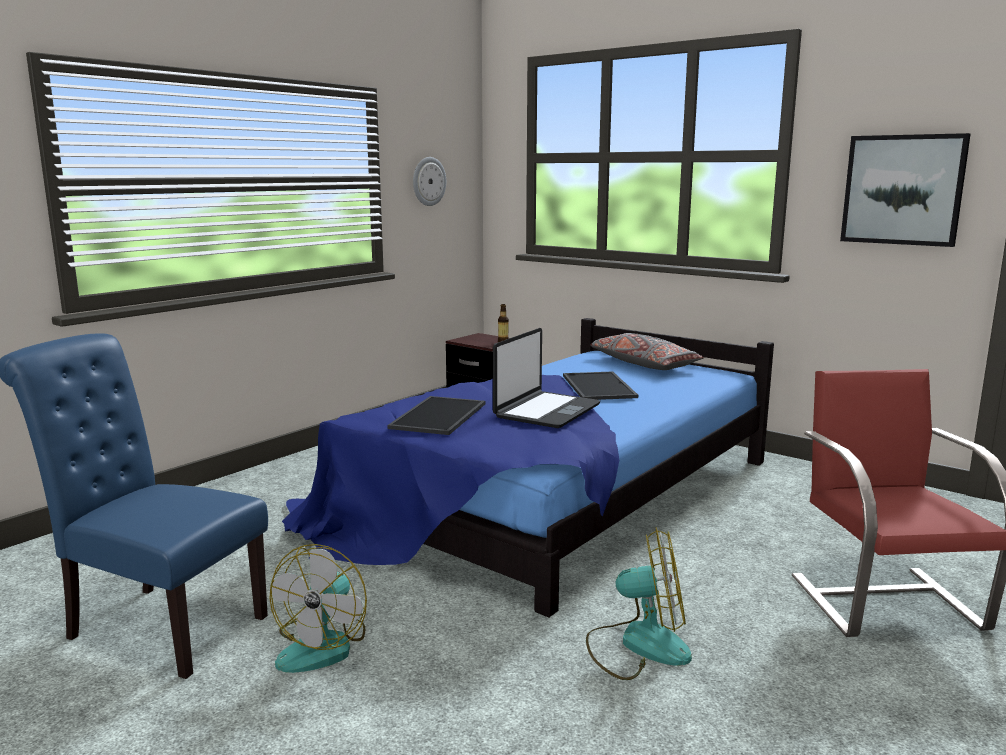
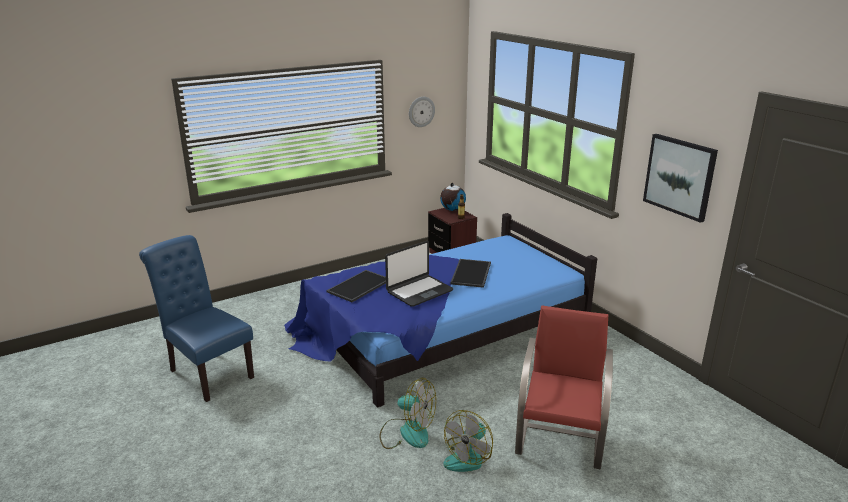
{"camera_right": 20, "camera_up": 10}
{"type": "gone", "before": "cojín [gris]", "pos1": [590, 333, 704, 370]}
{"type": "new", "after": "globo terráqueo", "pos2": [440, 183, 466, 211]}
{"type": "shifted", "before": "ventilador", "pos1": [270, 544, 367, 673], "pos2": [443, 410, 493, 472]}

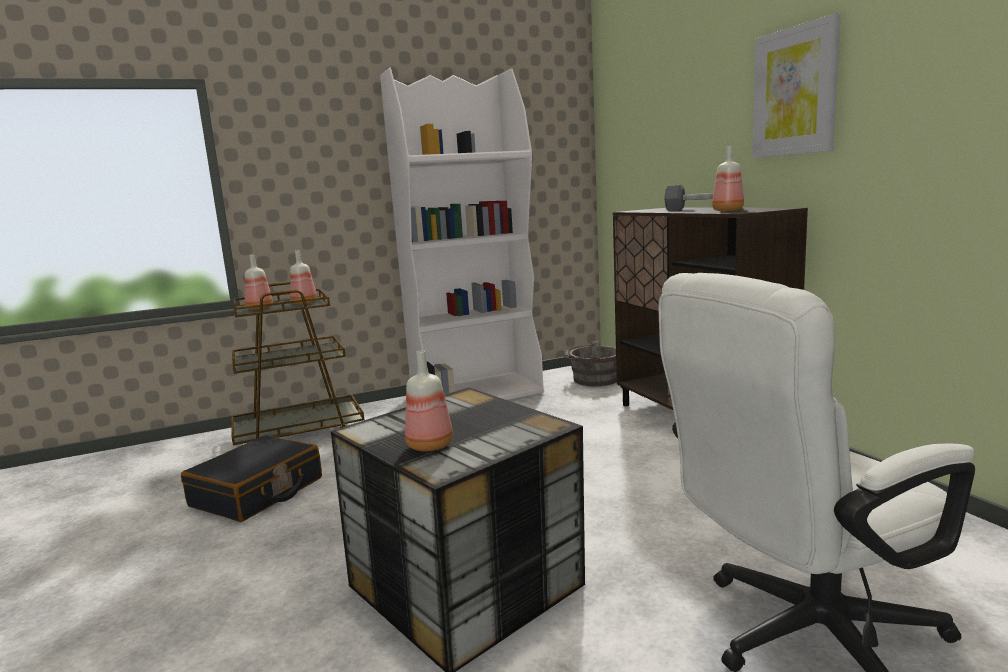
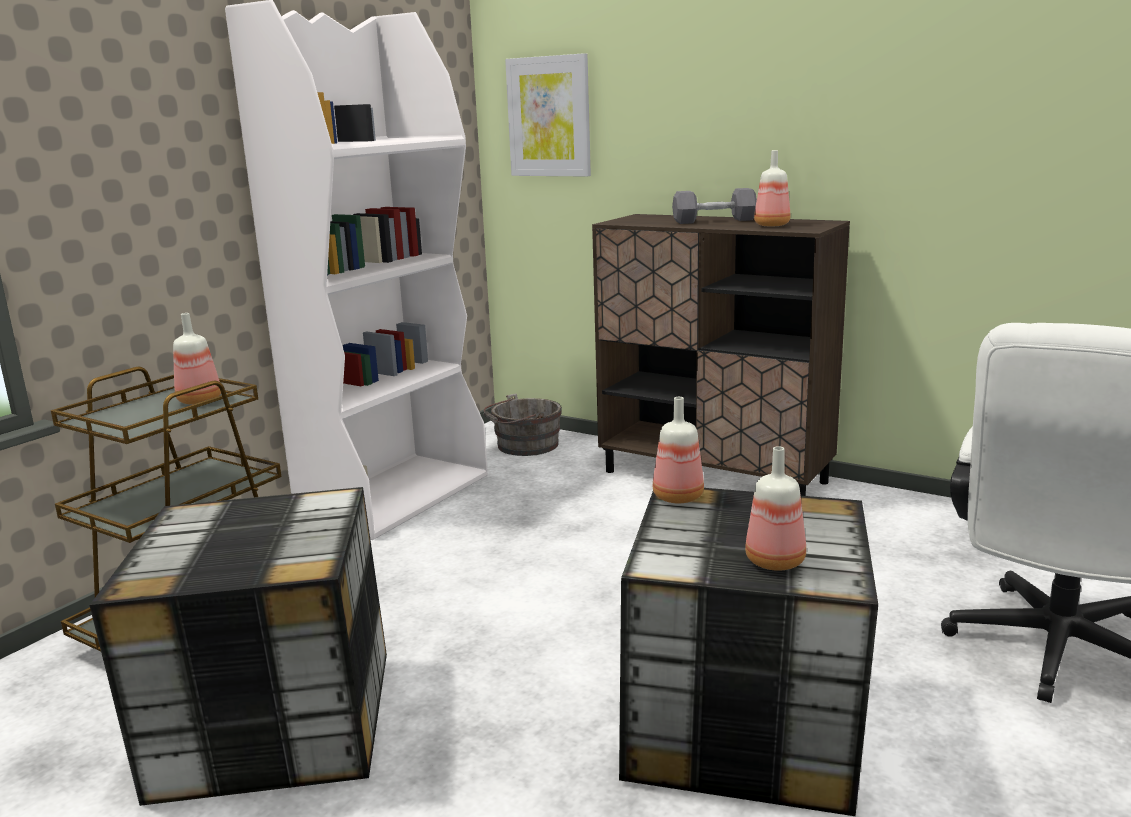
{"camera_right": -35, "camera_up": 5}
{"type": "shifted", "before": "botella", "pos1": [245, 255, 273, 310], "pos2": [653, 397, 704, 503]}
{"type": "shifted", "before": "cuadro", "pos1": [752, 13, 841, 158], "pos2": [505, 53, 591, 177]}
{"type": "swapped", "before": "maleta [negro]", "after": "caja de almacenaje", "pos1": [181, 435, 322, 522], "pos2": [90, 487, 387, 806]}

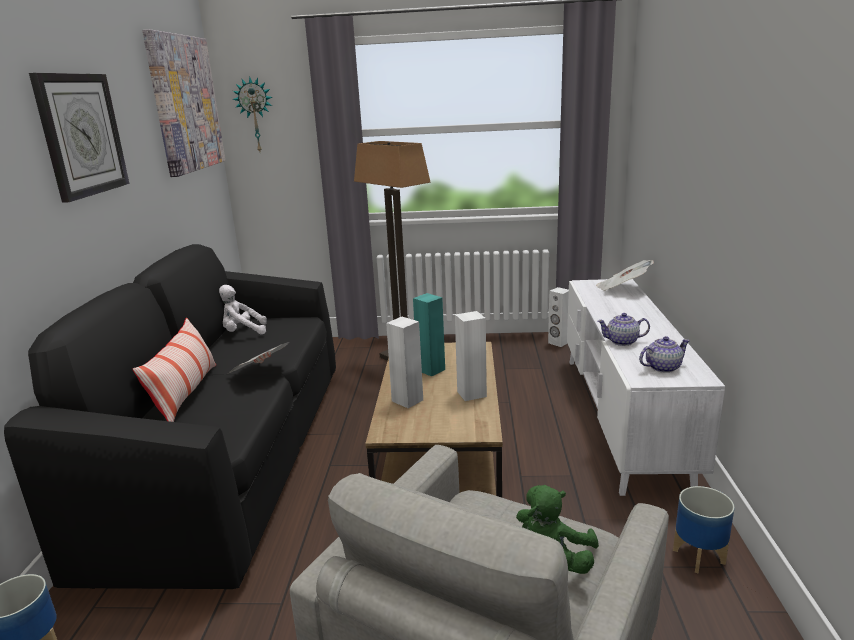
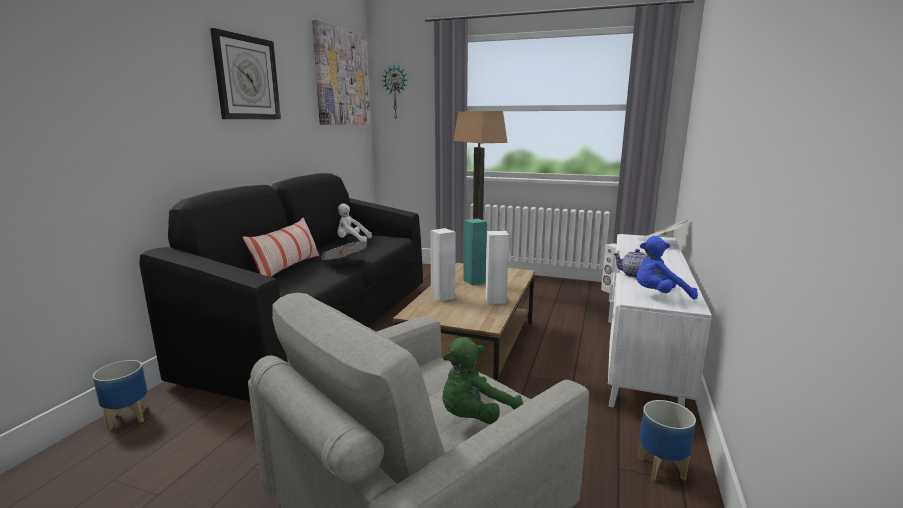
{"camera_right": 15, "camera_up": -5}
{"type": "swapped", "before": "tetera", "after": "peluche [azul]", "pos1": [639, 336, 690, 373], "pos2": [636, 236, 698, 299]}

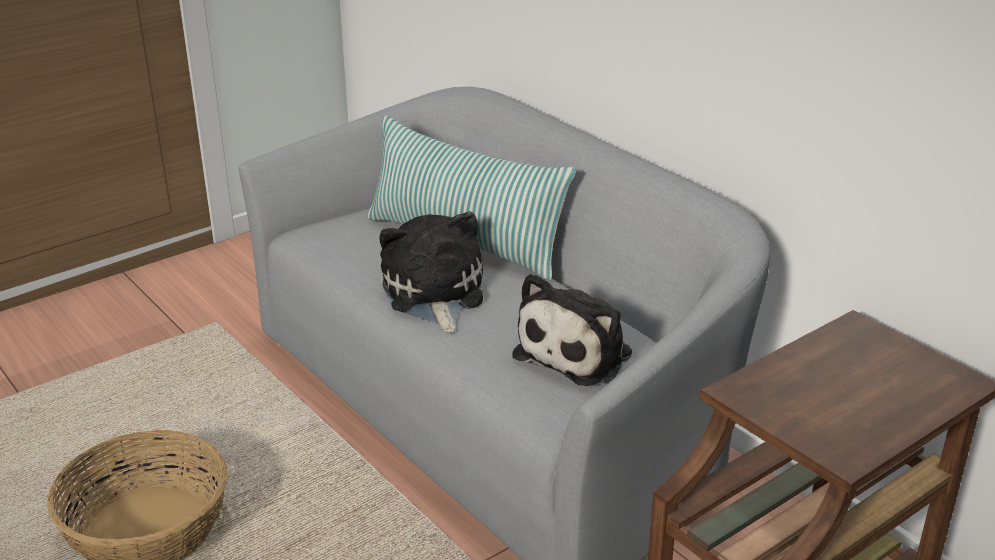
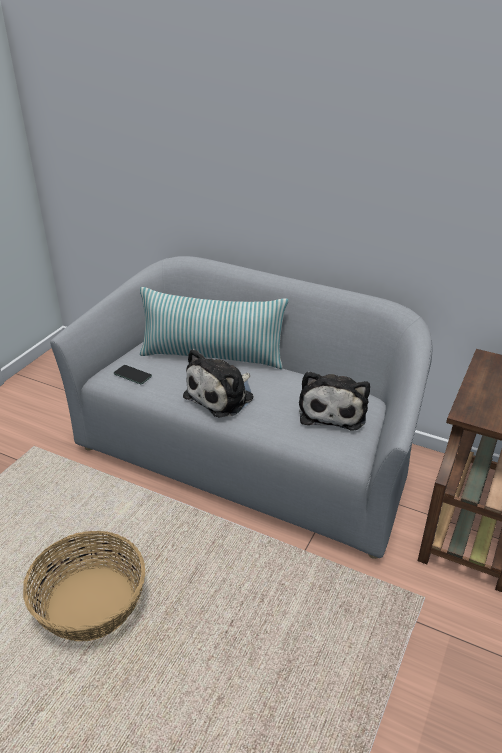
{"camera_right": -25, "camera_up": 5}
{"type": "new", "after": "móvil", "pos2": [114, 365, 152, 384]}
{"type": "rotated", "before": "peluche", "pos1": [379, 211, 483, 333], "pos2": [183, 349, 254, 418], "turn": -105}

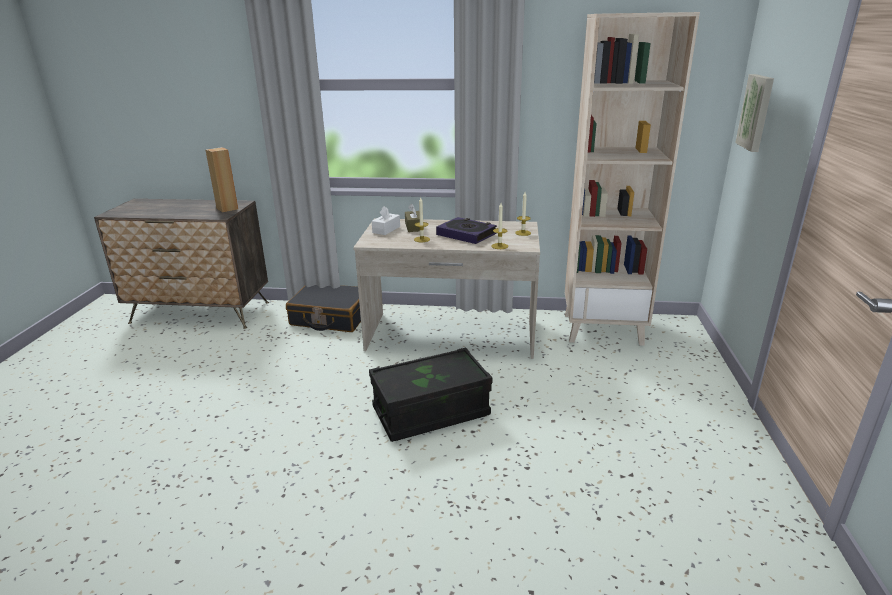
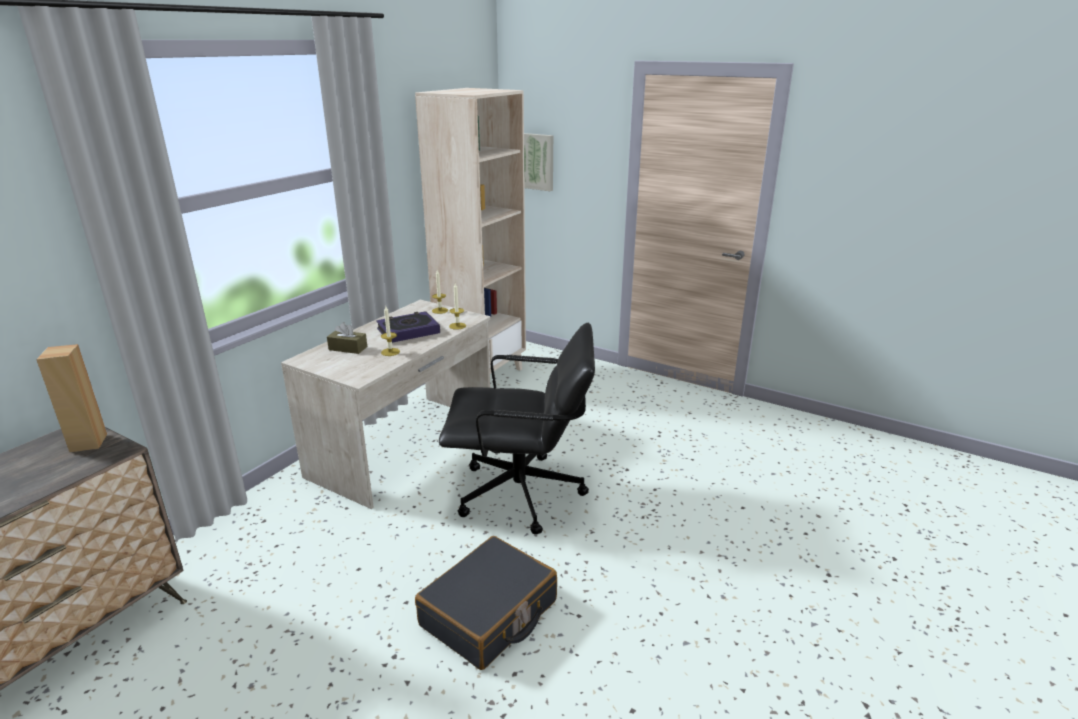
{"camera_right": -65, "camera_up": 0}
{"type": "gone", "before": "caja de pañuelos [blanco]", "pos1": [372, 206, 400, 235]}
{"type": "shifted", "before": "maleta [negro]", "pos1": [286, 285, 361, 332], "pos2": [415, 536, 557, 670]}
{"type": "swapped", "before": "caja de almacenaje [negro]", "after": "silla de oficina [negro]", "pos1": [369, 347, 492, 442], "pos2": [439, 323, 595, 535]}

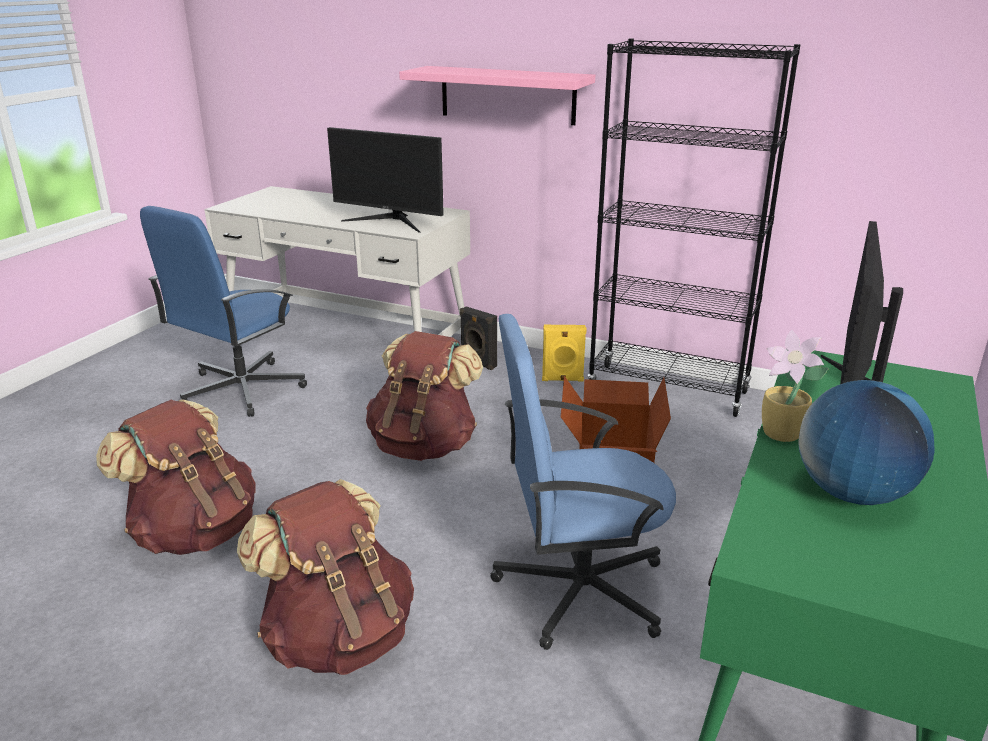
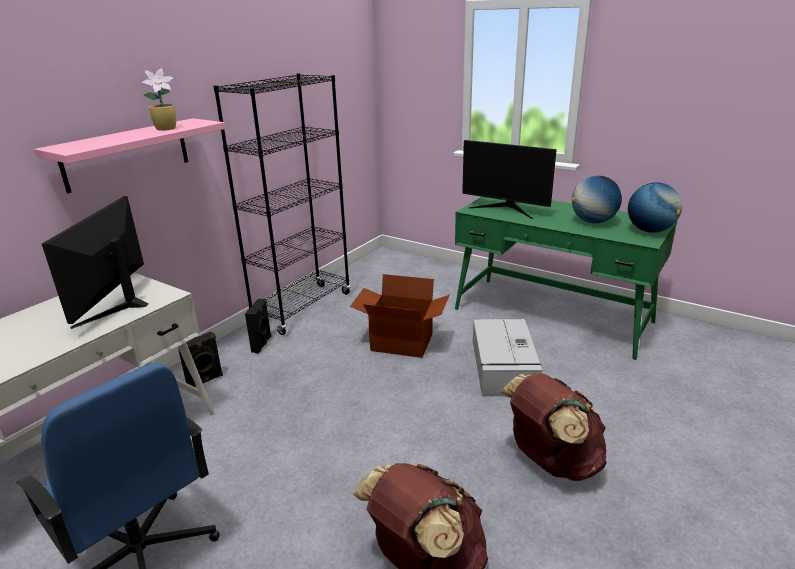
{"camera_right": -80, "camera_up": 0}
{"type": "gone", "before": "mochila [marrón]", "pos1": [366, 331, 483, 461]}
{"type": "new", "after": "globo terráqueo", "pos2": [628, 182, 682, 233]}
{"type": "shifted", "before": "planta en maceta", "pos1": [762, 330, 829, 442], "pos2": [142, 69, 176, 131]}
{"type": "swapped", "before": "silla de oficina [azul]", "after": "caja de almacenaje [gris]", "pos1": [491, 314, 676, 650], "pos2": [473, 319, 543, 396]}
{"type": "repainted", "before": "altavoz [amarillo]", "after": "altavoz [negro]", "pos1": [542, 325, 587, 382], "pos2": [245, 298, 271, 354]}
{"type": "rotated", "before": "monitor", "pos1": [327, 127, 444, 233], "pos2": [42, 196, 149, 329], "turn": 150}

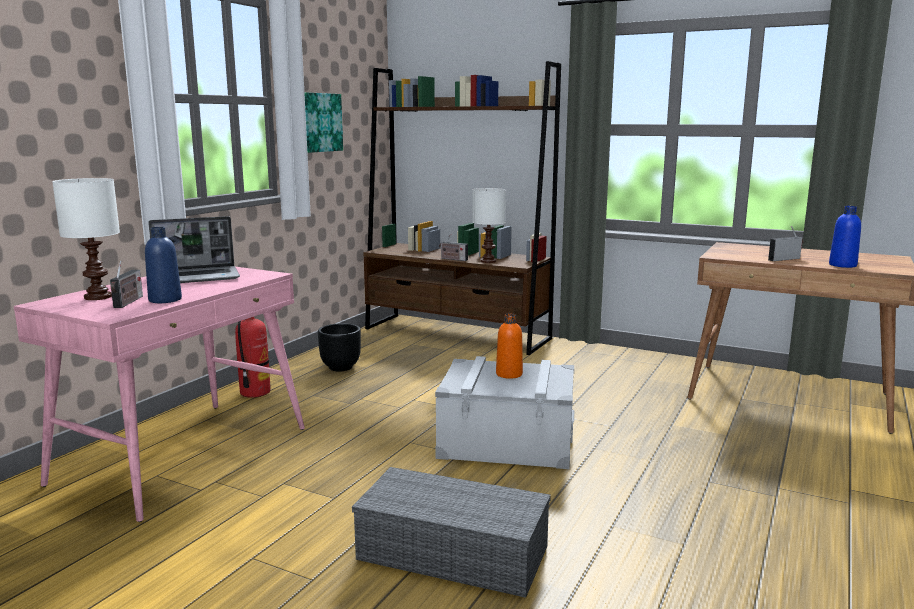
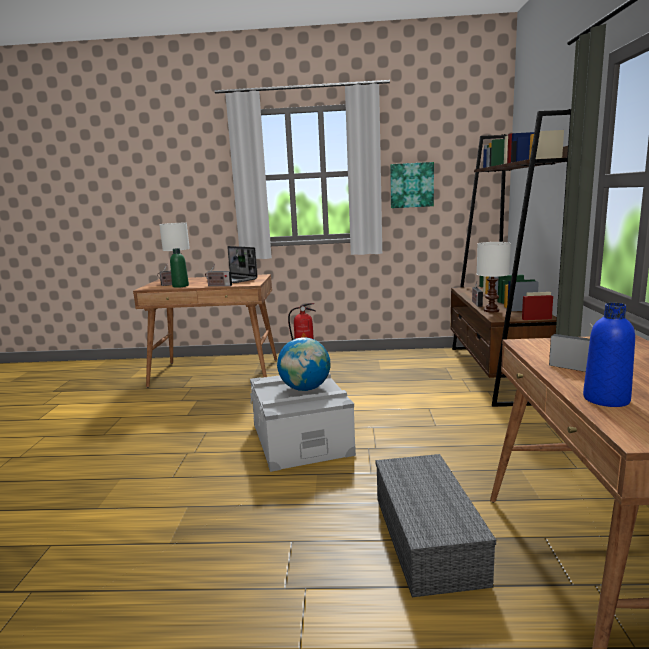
{"camera_right": 65, "camera_up": 0}
{"type": "gone", "before": "maceta [negro]", "pos1": [318, 323, 361, 371]}
{"type": "new", "after": "radio", "pos2": [205, 264, 232, 286]}
{"type": "shifted", "before": "caja de almacenaje [gris]", "pos1": [352, 467, 551, 598], "pos2": [375, 454, 496, 597]}
{"type": "swapped", "before": "botella [naranja]", "after": "globo terráqueo", "pos1": [496, 314, 523, 379], "pos2": [277, 337, 330, 391]}
{"type": "repainted", "before": "escritorio [rosa]", "after": "escritorio [marrón]", "pos1": [14, 267, 305, 522], "pos2": [133, 274, 277, 388]}
{"type": "repainted", "before": "botella [azul]", "after": "botella [verde]", "pos1": [145, 227, 182, 303], "pos2": [170, 248, 189, 288]}

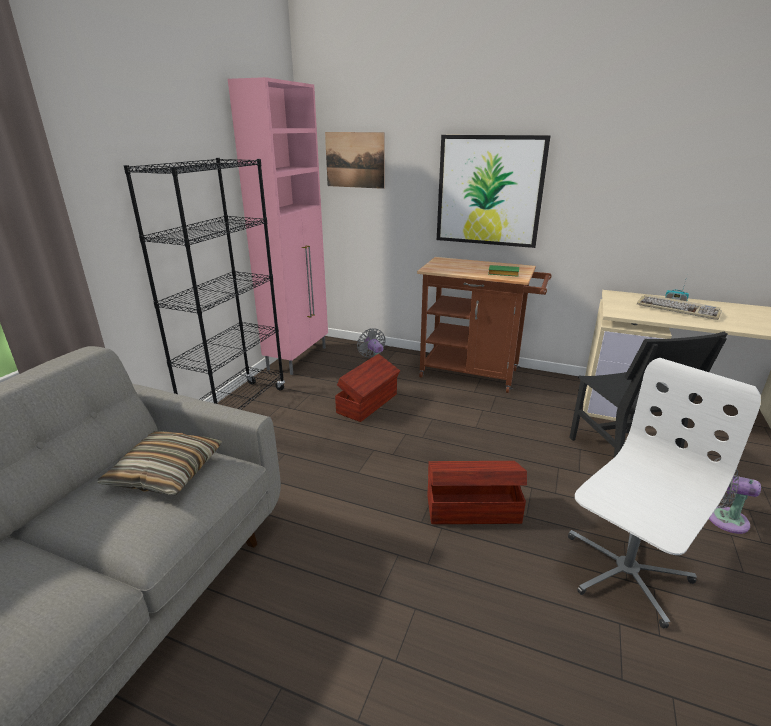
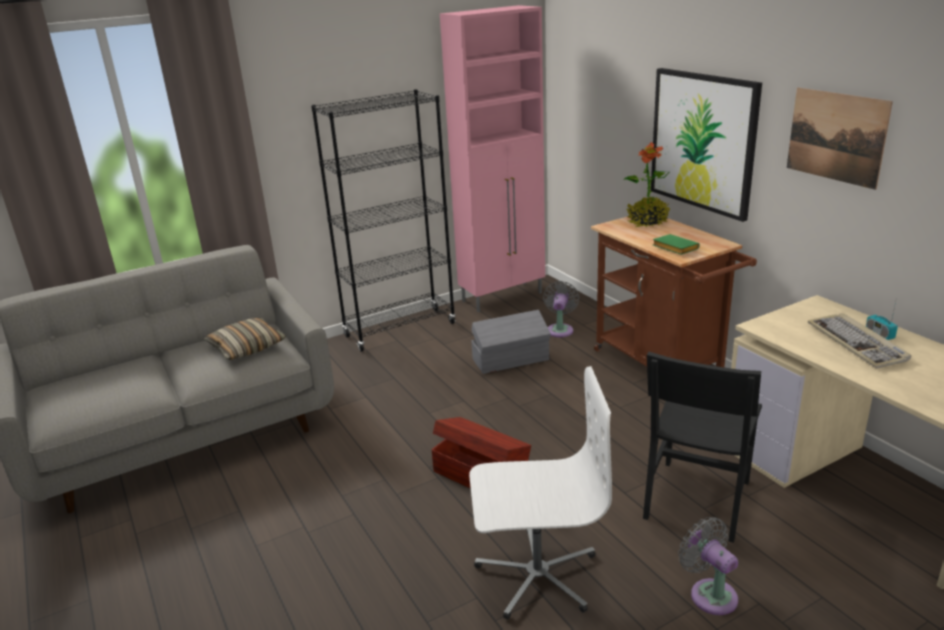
{"camera_right": 40, "camera_up": 0}
{"type": "new", "after": "planta en maceta", "pos2": [624, 142, 670, 227]}
{"type": "shifted", "before": "cuadro", "pos1": [325, 132, 385, 189], "pos2": [787, 88, 893, 190]}
{"type": "repainted", "before": "caja de almacenaje [marrón]", "after": "caja de almacenaje [gris]", "pos1": [335, 354, 400, 422], "pos2": [471, 310, 551, 374]}

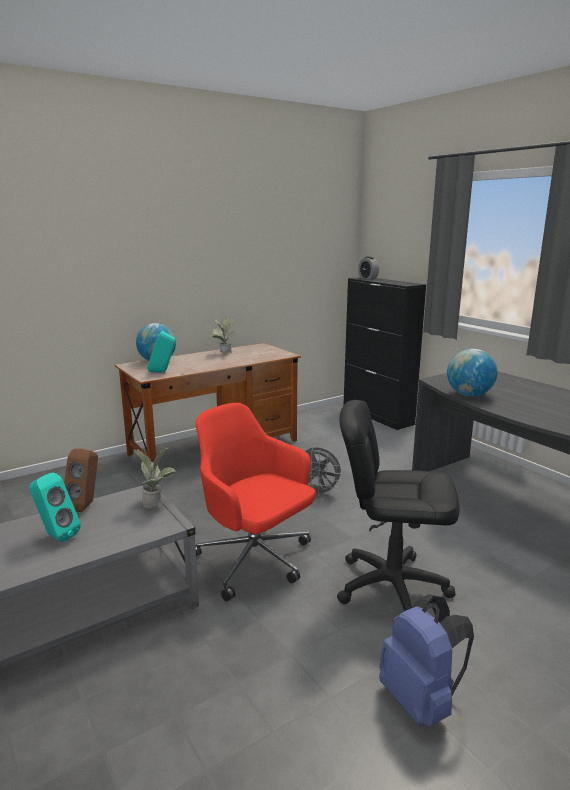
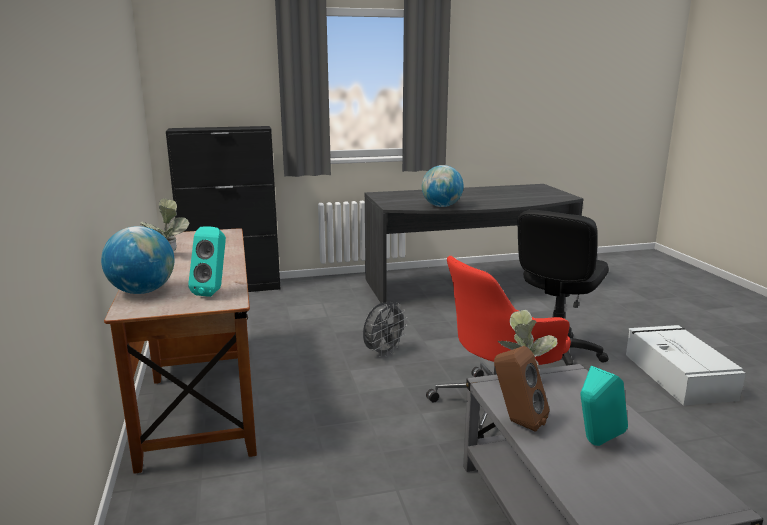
{"camera_right": -70, "camera_up": 0}
{"type": "gone", "before": "despertador", "pos1": [358, 257, 379, 279]}
{"type": "swapped", "before": "mochila [azul]", "after": "caja de almacenaje [blanco]", "pos1": [379, 594, 474, 726], "pos2": [626, 325, 746, 406]}

